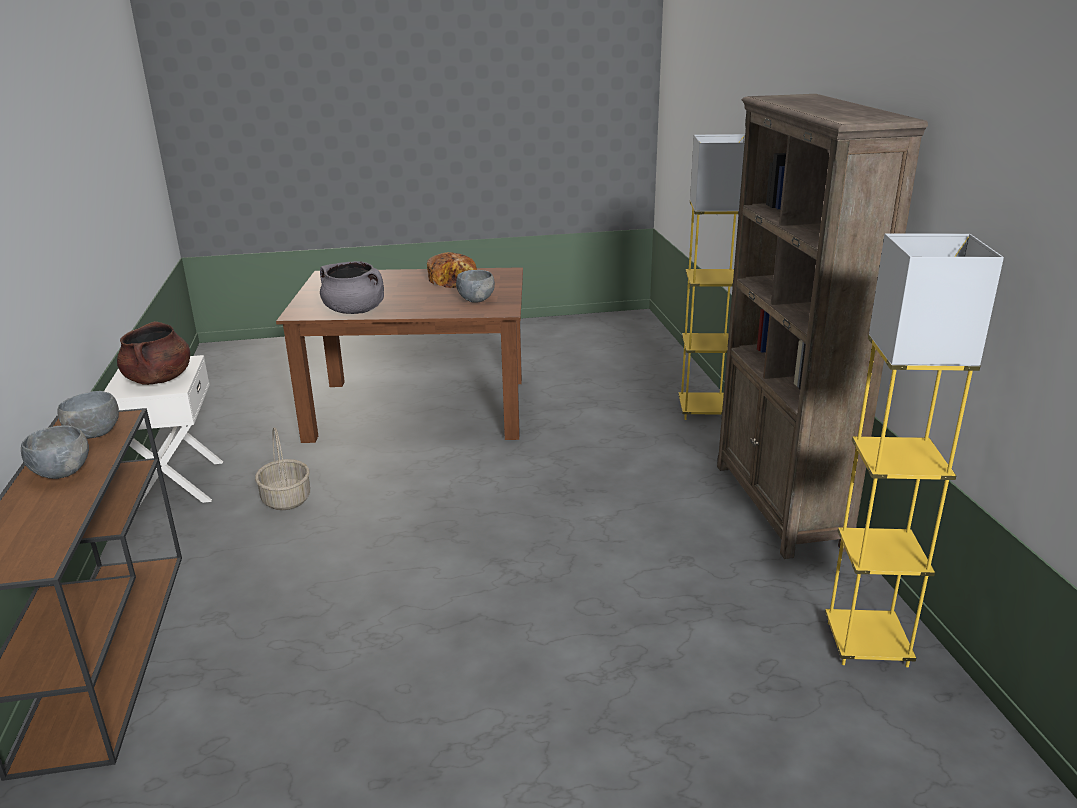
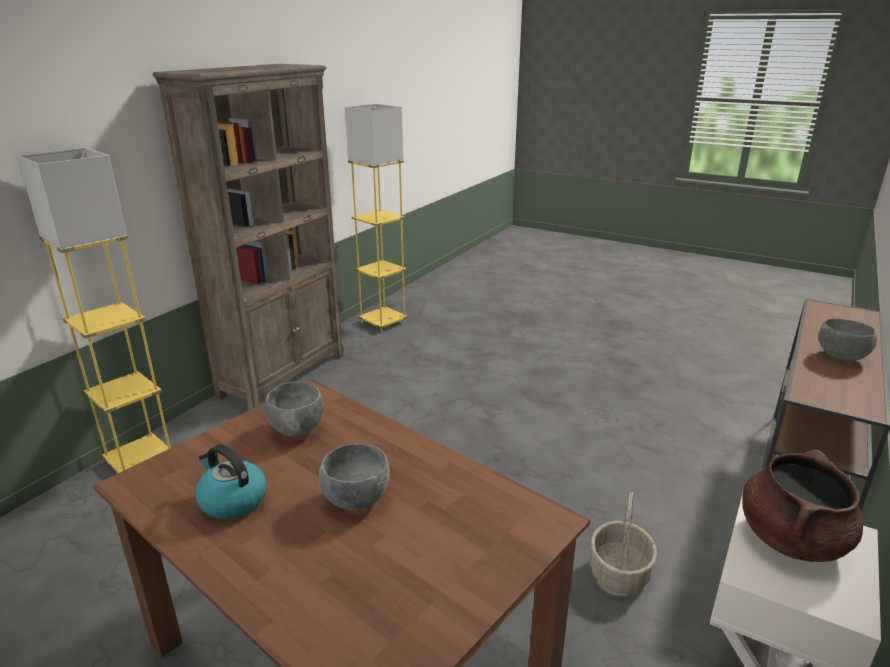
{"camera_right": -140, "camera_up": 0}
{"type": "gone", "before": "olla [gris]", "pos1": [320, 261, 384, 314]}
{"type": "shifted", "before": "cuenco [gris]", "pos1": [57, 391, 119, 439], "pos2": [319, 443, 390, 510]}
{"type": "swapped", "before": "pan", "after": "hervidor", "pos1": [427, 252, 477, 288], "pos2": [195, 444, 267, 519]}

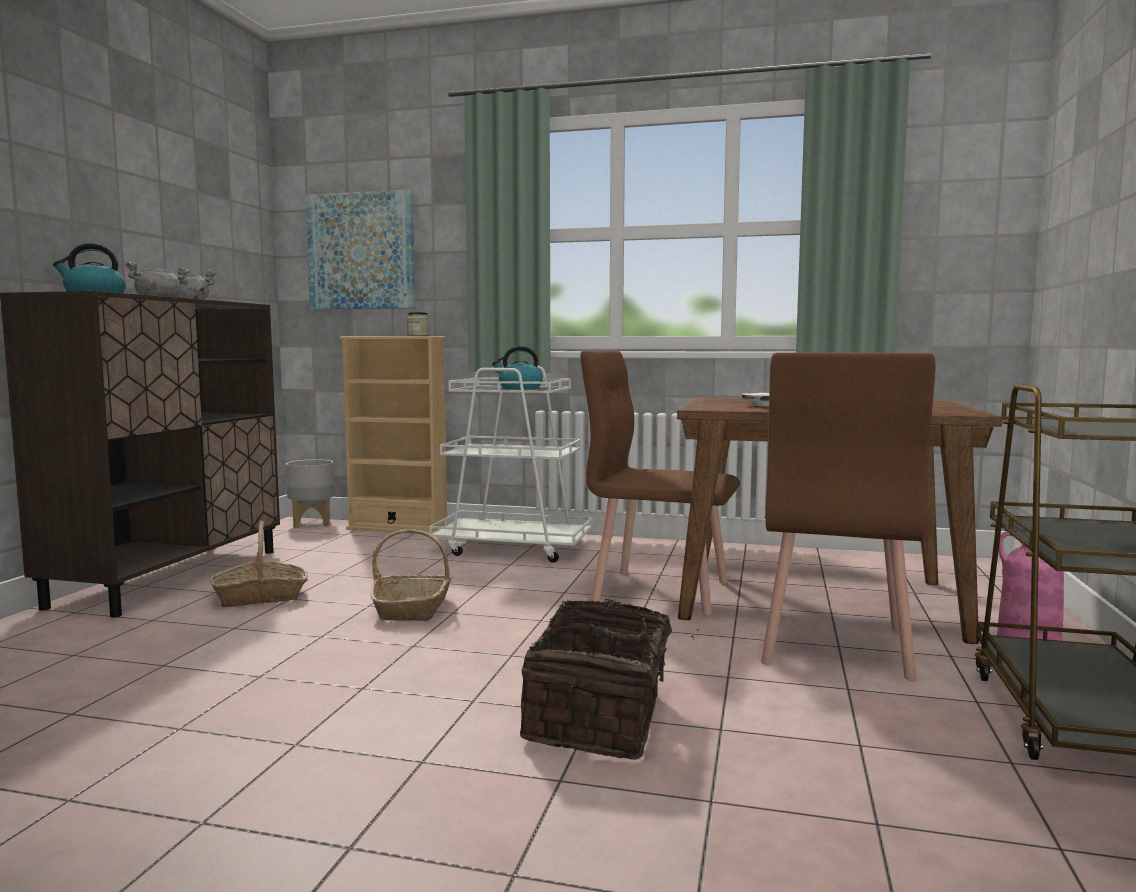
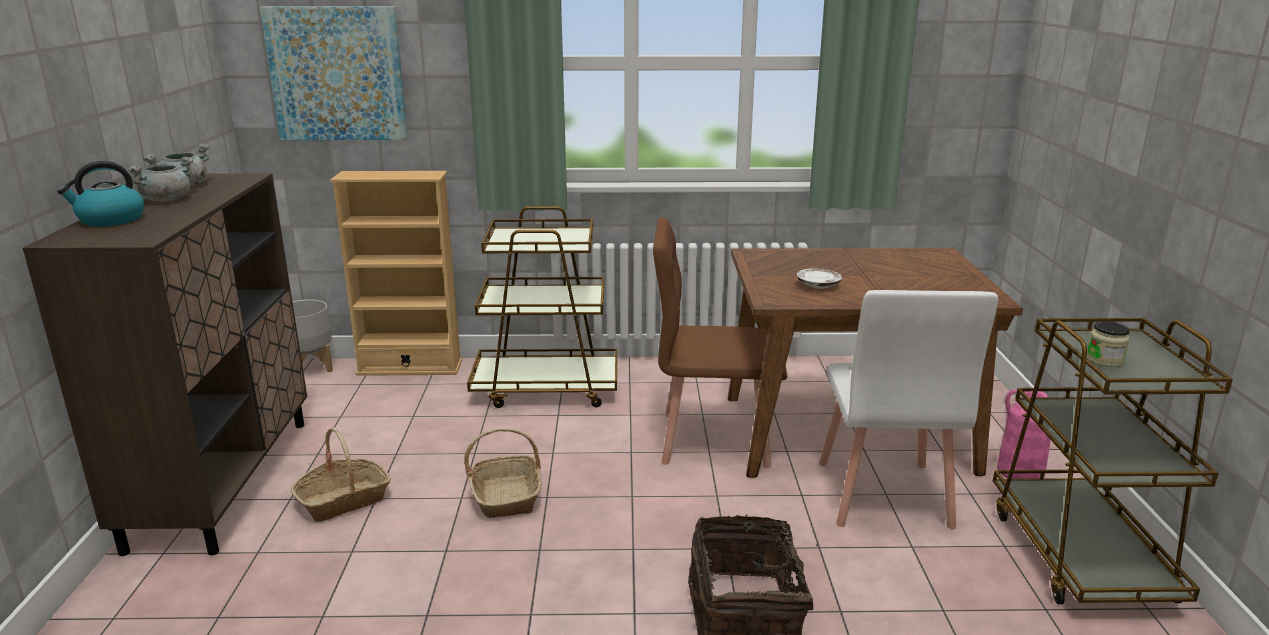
{"camera_right": -15, "camera_up": 15}
{"type": "gone", "before": "hervidor", "pos1": [492, 346, 543, 389]}
{"type": "shifted", "before": "tarro", "pos1": [407, 312, 429, 336], "pos2": [1087, 321, 1130, 367]}
{"type": "repainted", "before": "carrito [blanco]", "after": "carrito [marrón]", "pos1": [429, 366, 593, 563], "pos2": [467, 206, 617, 408]}
{"type": "repainted", "before": "silla [marrón]", "after": "silla [blanco]", "pos1": [761, 352, 935, 681], "pos2": [819, 290, 998, 529]}

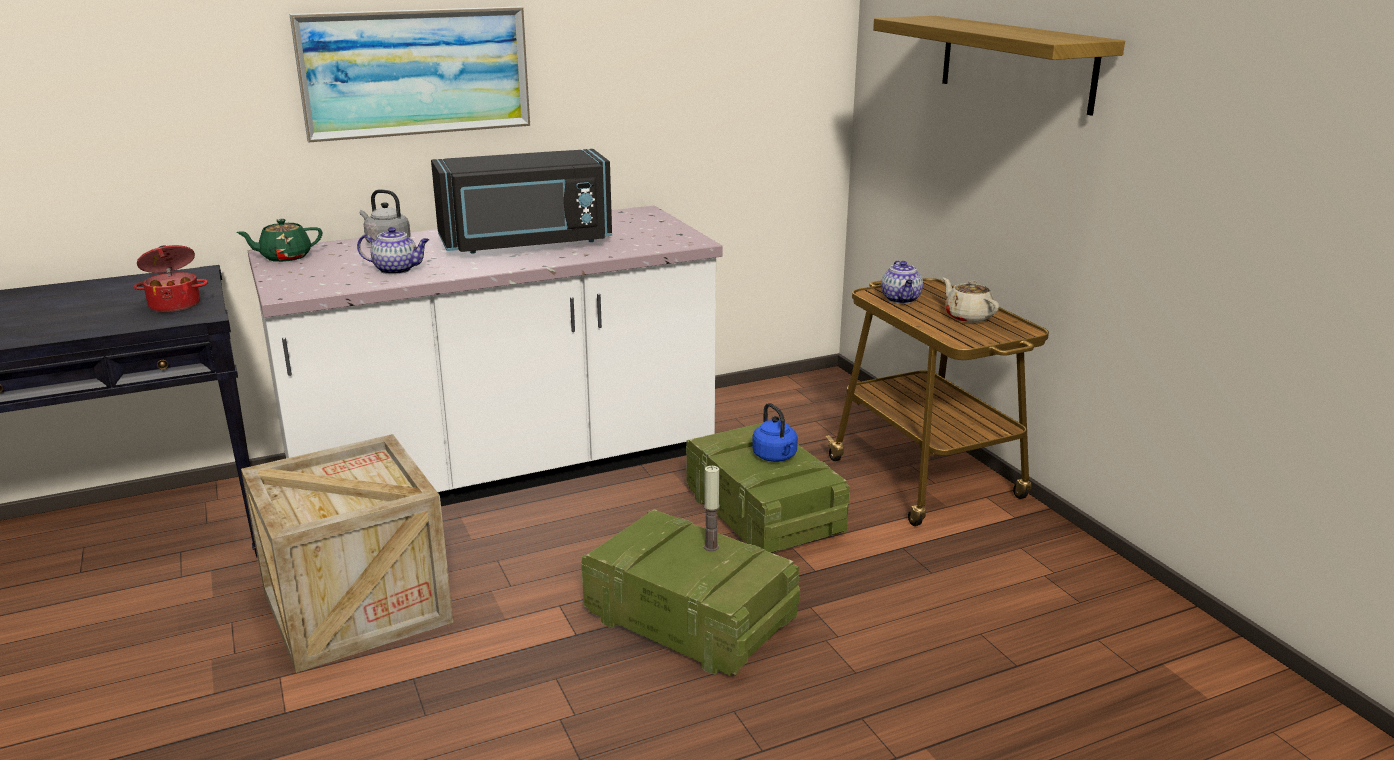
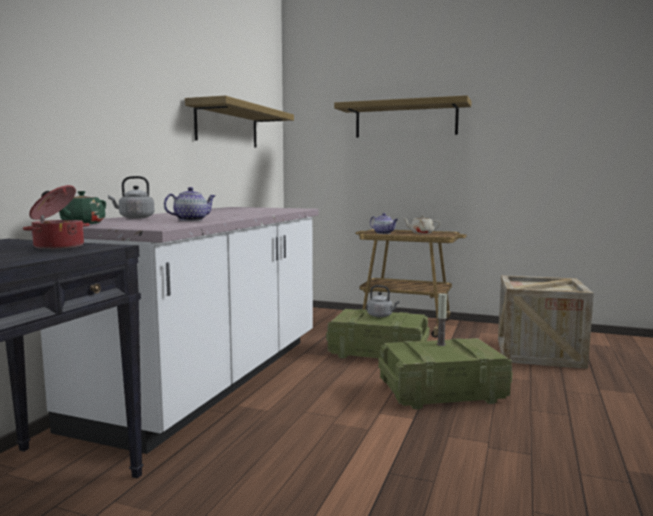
{"camera_right": -45, "camera_up": -15}
{"type": "gone", "before": "cuadro", "pos1": [289, 7, 530, 142]}
{"type": "gone", "before": "microondas [negro]", "pos1": [431, 149, 612, 254]}
{"type": "new", "after": "estante", "pos2": [185, 96, 294, 147]}
{"type": "shifted", "before": "caja de embalaje", "pos1": [241, 434, 453, 673], "pos2": [498, 275, 594, 369]}
{"type": "repainted", "before": "hervidor [azul]", "after": "hervidor [gris]", "pos1": [752, 403, 798, 462], "pos2": [367, 285, 399, 317]}

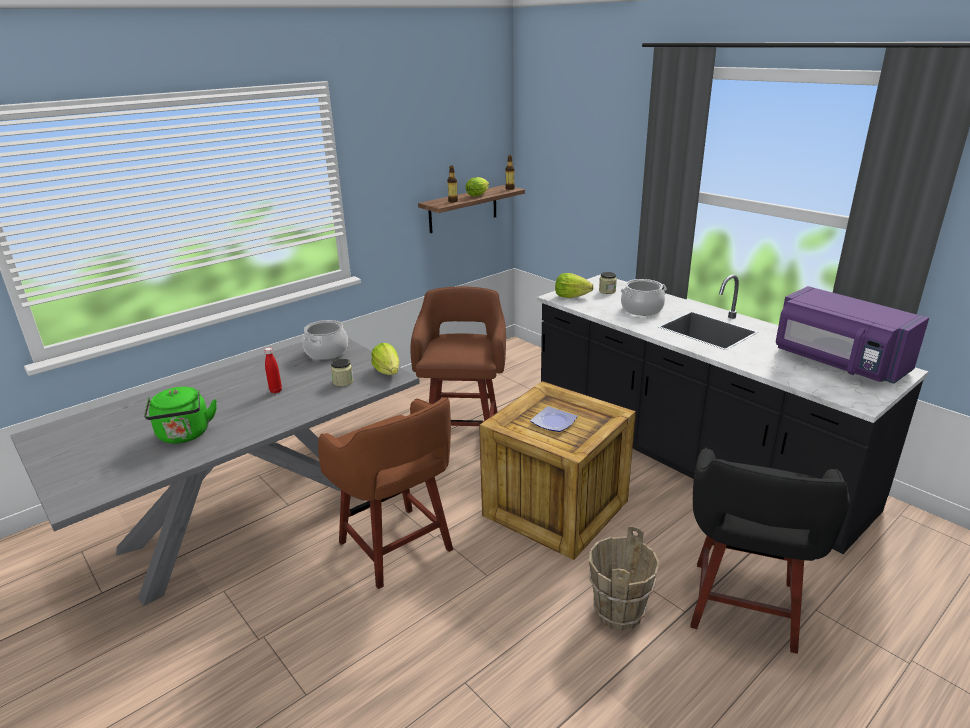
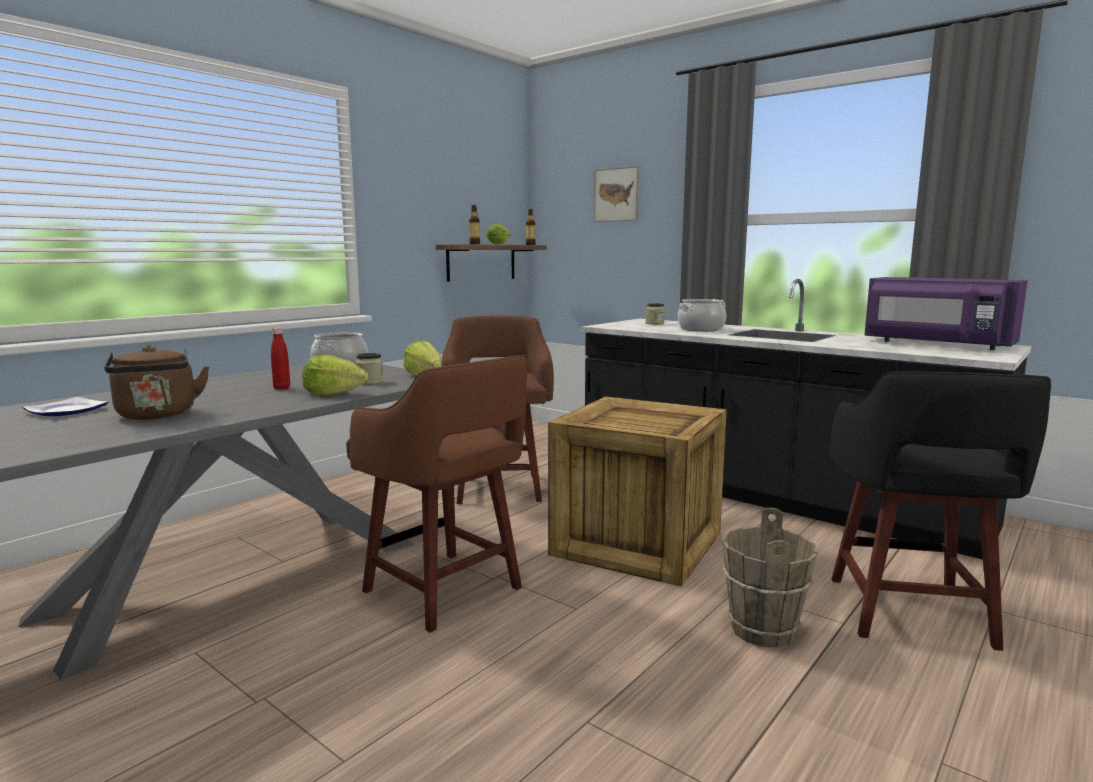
{"camera_right": -10, "camera_up": -15}
{"type": "new", "after": "cuadro", "pos2": [594, 165, 639, 222]}
{"type": "shifted", "before": "plato", "pos1": [530, 406, 578, 432], "pos2": [22, 397, 108, 416]}
{"type": "shifted", "before": "lechuga", "pos1": [555, 273, 594, 298], "pos2": [302, 355, 368, 396]}
{"type": "repainted", "before": "hervidor [verde]", "after": "hervidor [marrón]", "pos1": [144, 387, 217, 444], "pos2": [105, 345, 209, 420]}

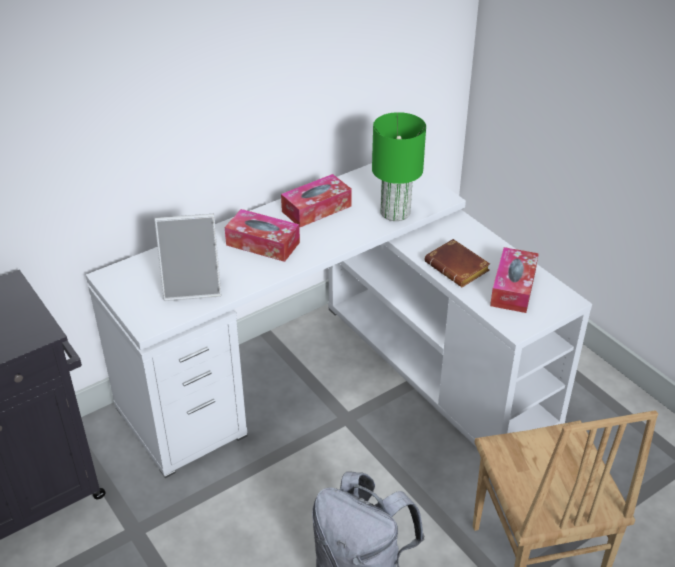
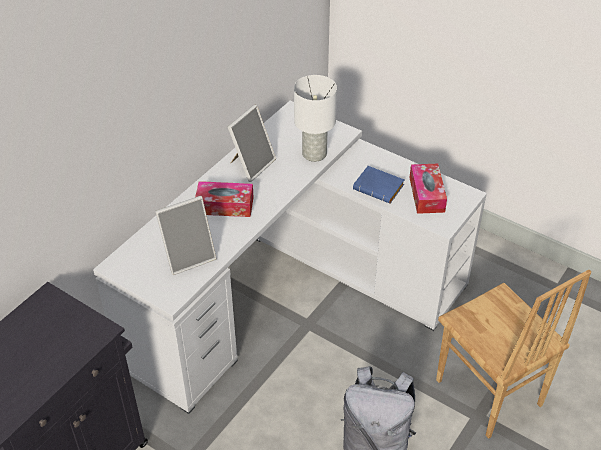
{"camera_right": -20, "camera_up": 5}
{"type": "swapped", "before": "caja de pañuelos", "after": "portarretratos", "pos1": [281, 174, 352, 227], "pos2": [228, 105, 276, 182]}
{"type": "repainted", "before": "lámpara de mesa [verde]", "after": "lámpara de mesa [blanco]", "pos1": [372, 112, 426, 221], "pos2": [294, 75, 337, 162]}
{"type": "repainted", "before": "libro [marrón]", "after": "libro [azul]", "pos1": [424, 239, 490, 287], "pos2": [353, 166, 404, 204]}

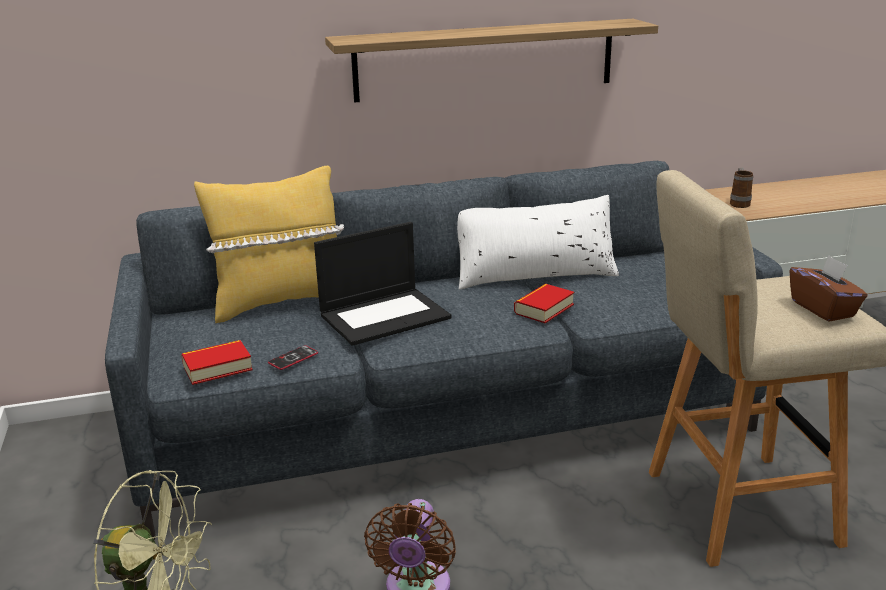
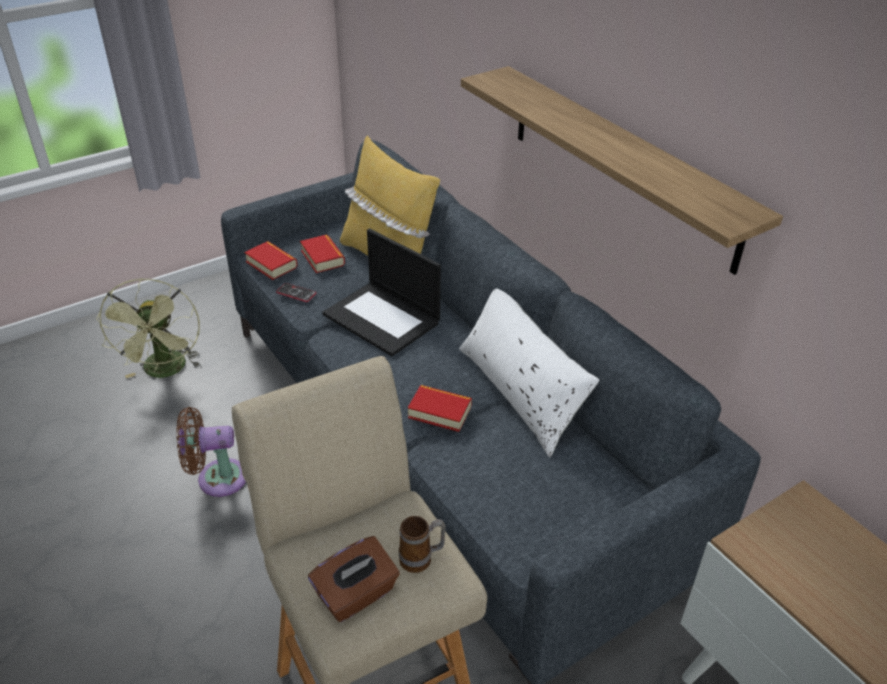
{"camera_right": 70, "camera_up": 15}
{"type": "new", "after": "libro", "pos2": [300, 234, 345, 273]}
{"type": "shifted", "before": "taza grande", "pos1": [730, 167, 753, 208], "pos2": [399, 516, 446, 573]}

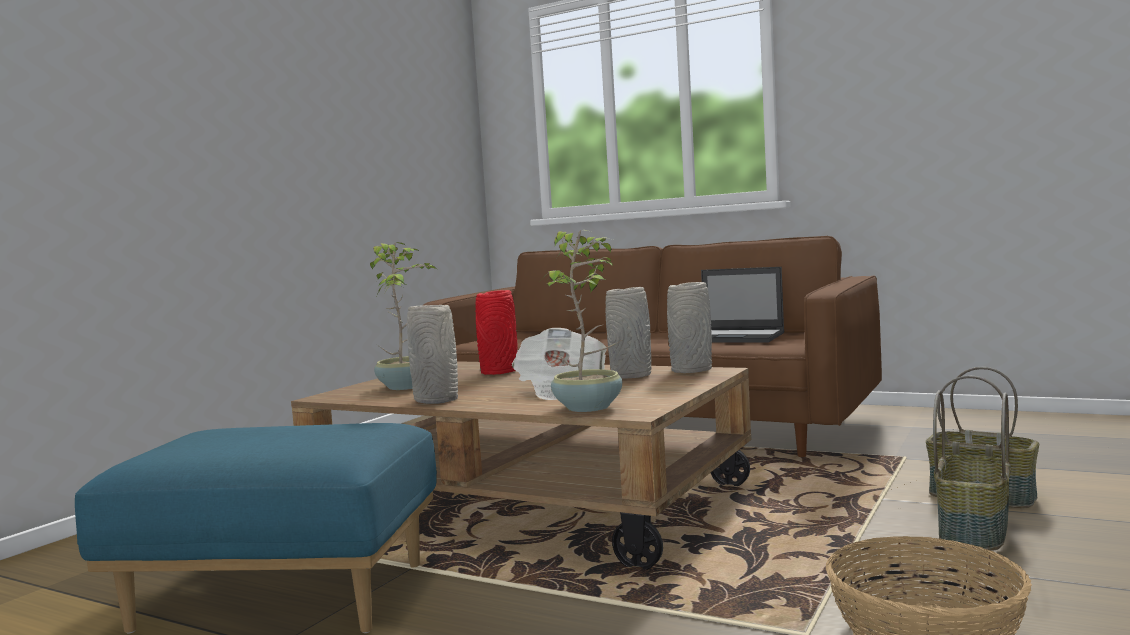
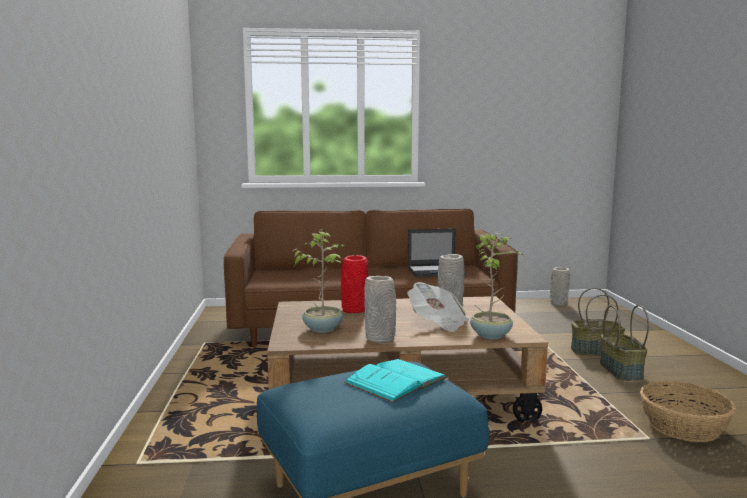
{"camera_right": -35, "camera_up": 5}
{"type": "new", "after": "libro [turquesa]", "pos2": [344, 359, 447, 403]}
{"type": "shifted", "before": "florero [gris]", "pos1": [667, 282, 712, 373], "pos2": [550, 267, 570, 305]}

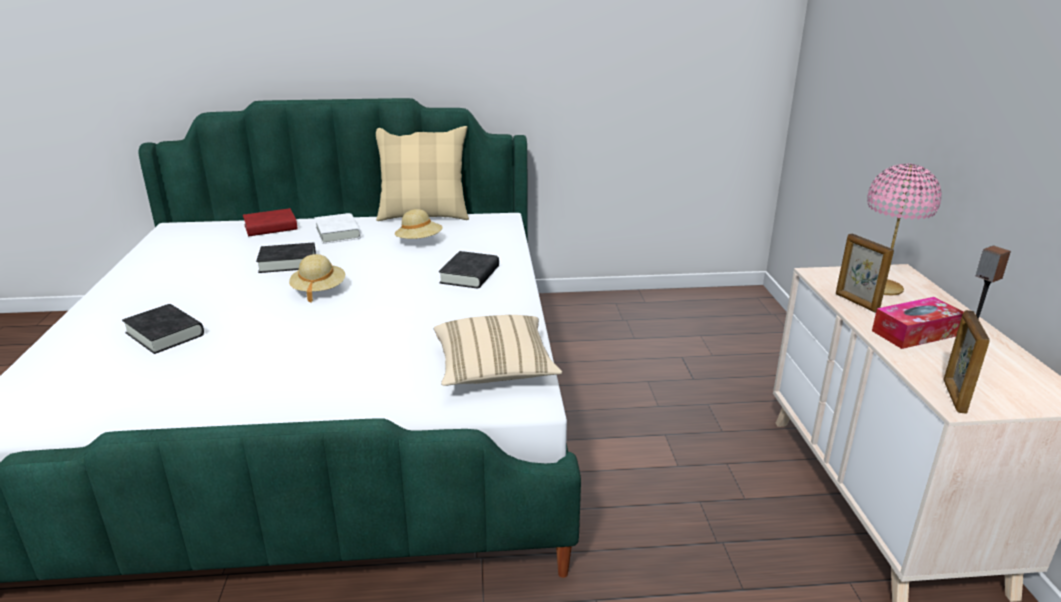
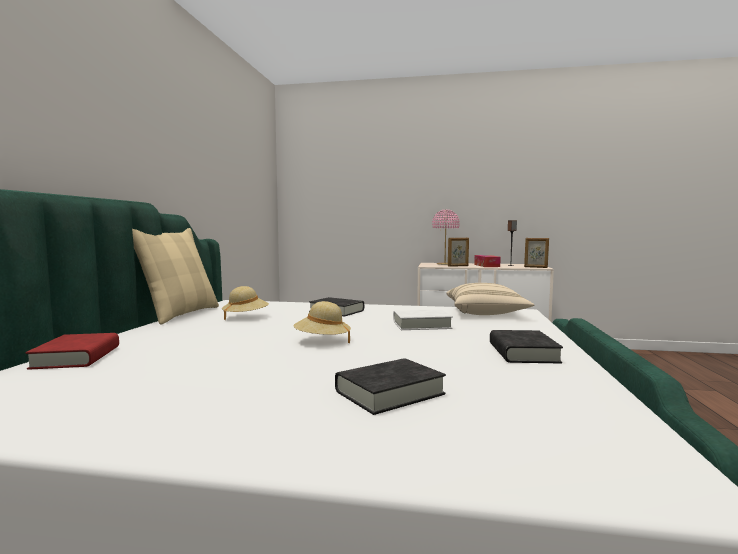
{"camera_right": -75, "camera_up": -20}
{"type": "shifted", "before": "libro [negro]", "pos1": [256, 243, 316, 273], "pos2": [490, 330, 563, 364]}
{"type": "shifted", "before": "libro [blanco]", "pos1": [315, 213, 361, 244], "pos2": [393, 309, 453, 330]}

